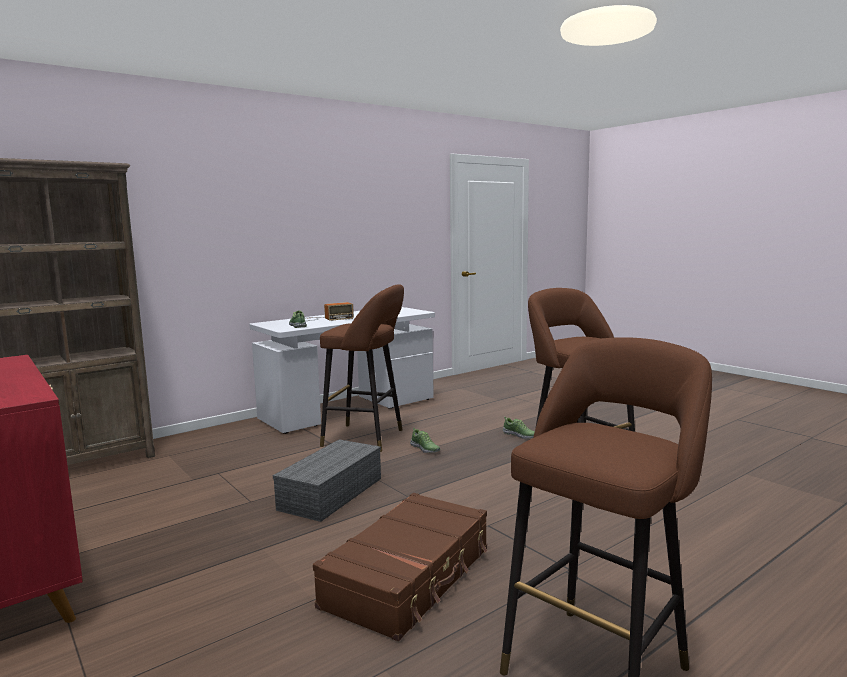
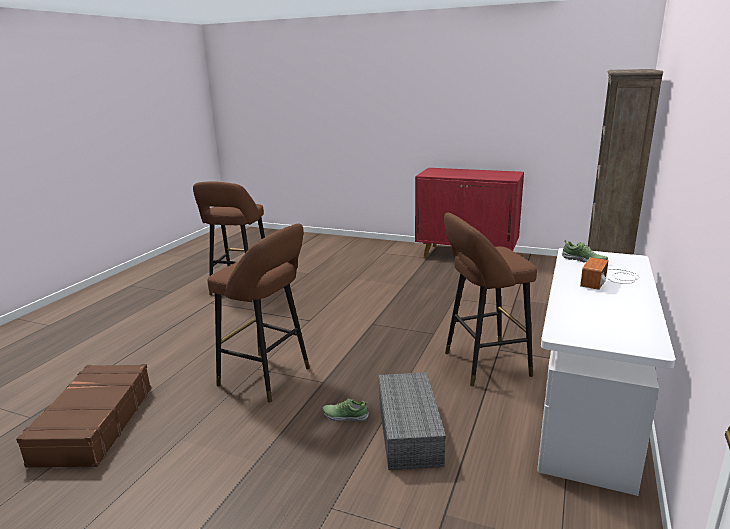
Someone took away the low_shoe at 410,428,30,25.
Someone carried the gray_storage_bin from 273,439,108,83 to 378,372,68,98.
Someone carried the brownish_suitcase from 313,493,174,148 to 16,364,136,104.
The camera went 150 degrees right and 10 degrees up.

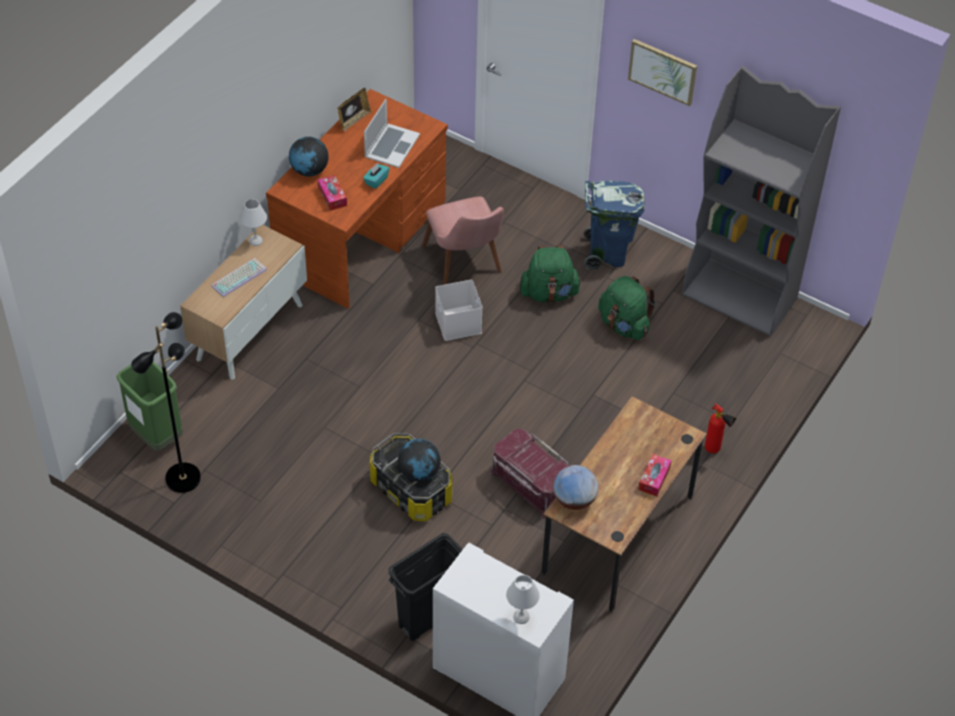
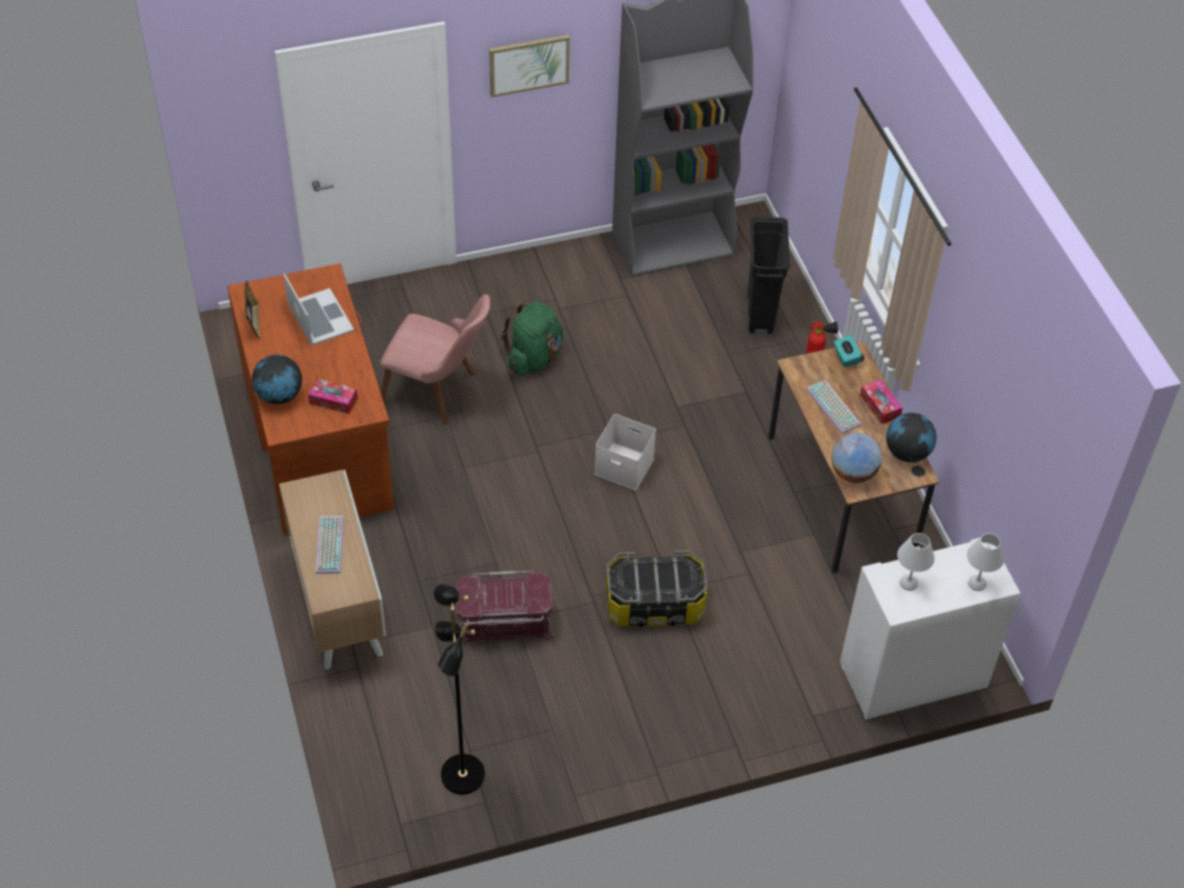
Someone took away the greenish_waste_bin at 116,362,67,89.
Someone took away the bluish_waste_bin at 584,180,61,90.
Someone took away the greenish_backpack at 598,276,58,64.
Someone put down the computer_keyboard at 806,380,55,54.
Someone carried the whitish_tabletop_lamp from 240,199,27,47 to 897,533,38,58.
Someone carried the blue-green_tissue_holder from 363,163,27,26 to 834,335,28,32.
Someone carried the blackish_waste_bin from 389,533,74,108 to 748,217,42,117.
Someone carried the world_globe from 398,439,43,43 to 886,413,51,49.
Someone carried the whitish_storage_bin from 435,280,48,61 to 594,414,62,76.
Someone carried the red_storage_bin from 489,429,80,90 to 455,571,100,75.
The camera went 50 degrees left and 0 degrees up.

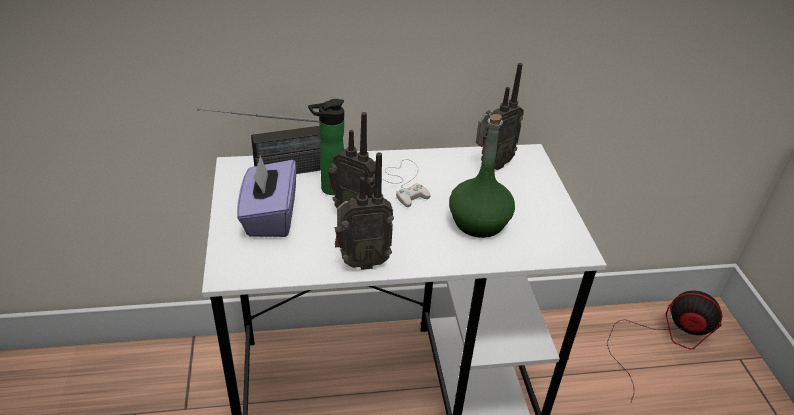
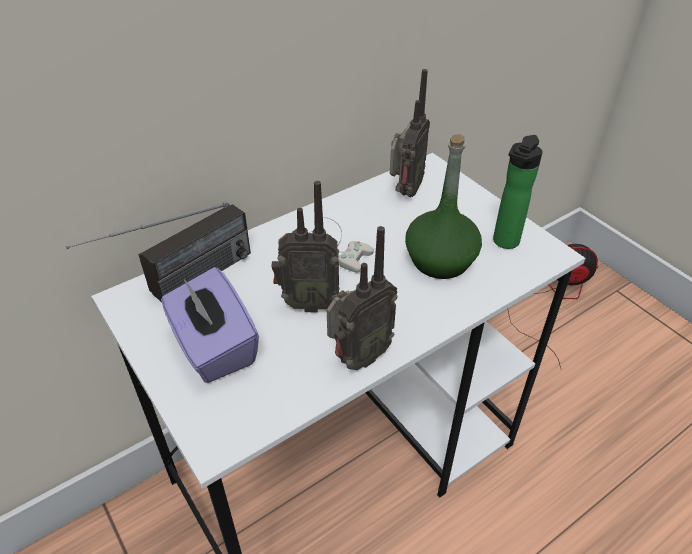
Someone carried the bottle from 308,99,36,96 to 493,135,50,114.
The camera went 25 degrees left and 5 degrees up.

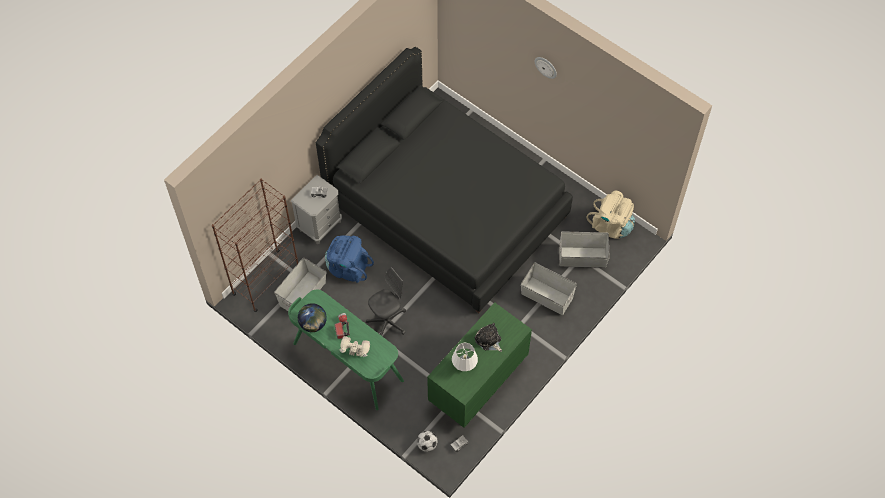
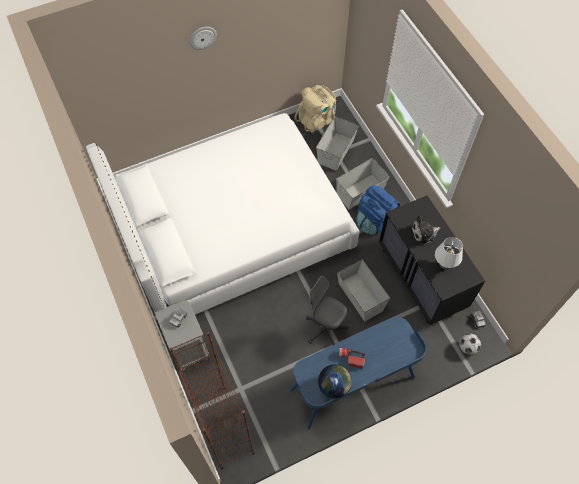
Someone took away the model_robot at 340,336,30,21.
Someone carried the gray_storage_bin from 274,258,53,53 to 337,259,53,62.
Someone carried the bluish_backpack from 325,235,49,48 to 356,186,44,48.
Someone repainted the greenish_desk at 288,290,116,120, which became the bluish_desk at 289,317,138,112.
Someone repainted the blackish_bedroom_bed at 316,47,257,266, which became the whitish_bedroom_bed at 86,113,274,202.
Someone repainted the greenish_drawer_chest at 427,302,105,126, which became the blackish_drawer_chest at 379,195,106,130.
Someone rotated the gray_office_chair at 366,267,40,70 by 45 degrees counterclockwise.
The camera went 65 degrees left and 0 degrees up.

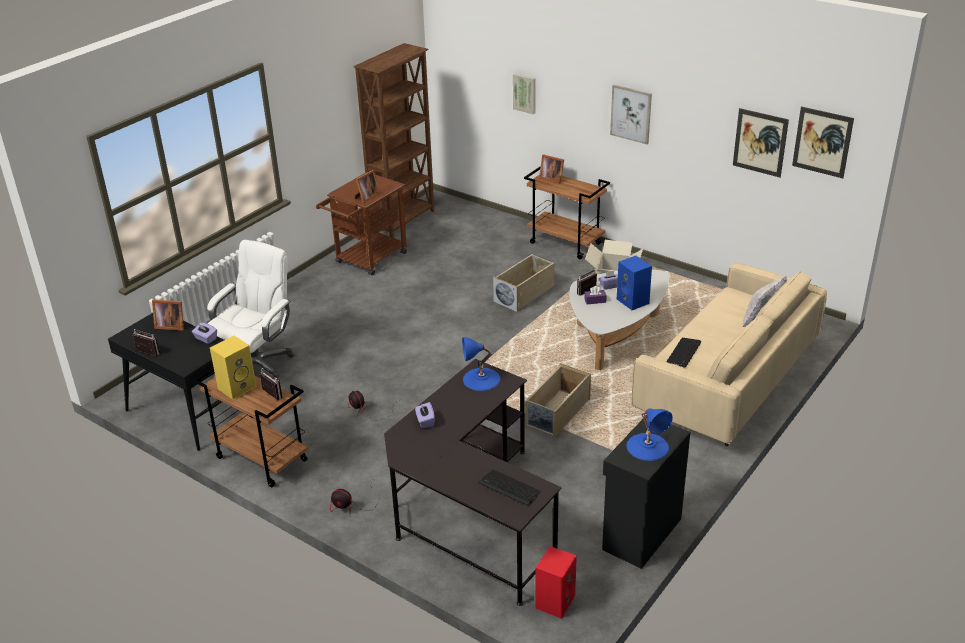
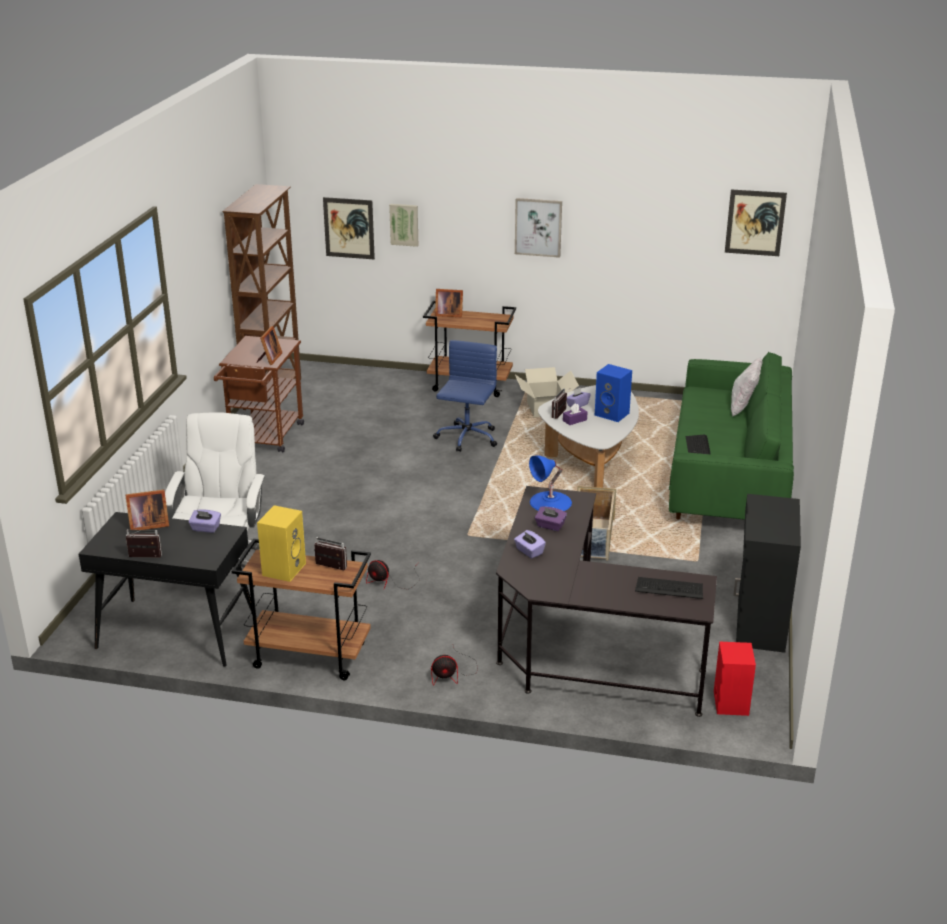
Someone took away the bluish_tabletop_lamp at 627,408,46,53.
Someone put down the purple_tissue_holder at 535,506,32,25.
Someone carried the wall_art from 733,108,56,69 to 323,197,52,62.
Someone swapped the beige_storage_bin at 493,254,61,58 for the bluish_office_chair at 433,340,64,112.
Someone repainted the beige_couch at 631,262,196,184, which became the greenish_couch at 669,352,125,168.
The camera went 25 degrees left and 5 degrees down.

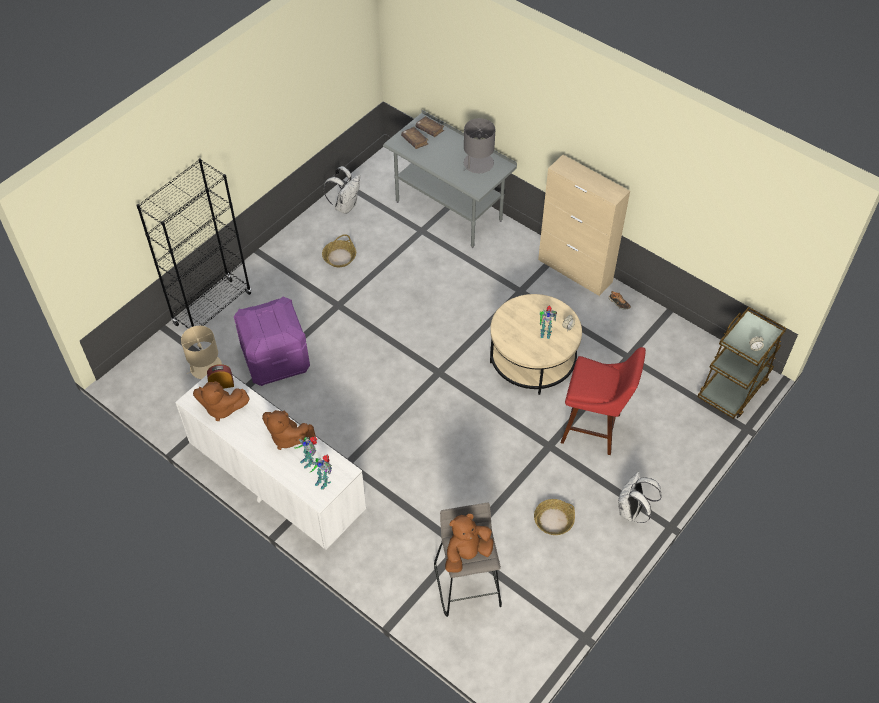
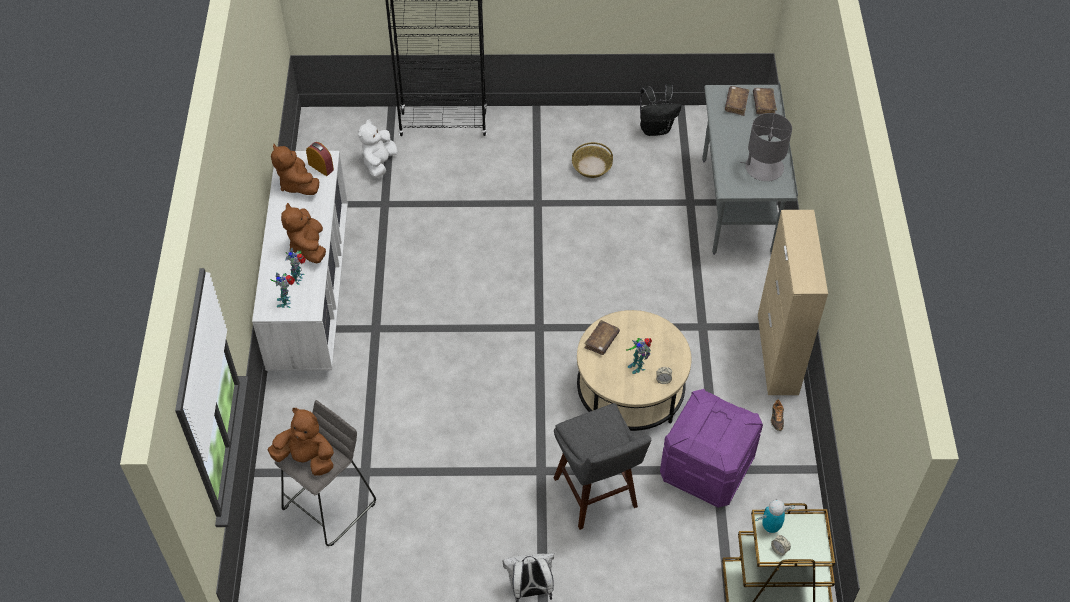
Someone took away the basket at 534,499,41,36.
Someone put down the brownish_bound_book at 584,320,36,35.
Someone put down the model_robot at 755,499,40,35.
Someone carried the purple_storage_bin from 234,297,76,89 to 660,389,103,119.
Someone swapped the beige_tabletop_lamp at 181,326,41,53 for the whitish_plush_toy at 358,119,40,59.
Someone repainted the whitish_backpack at 324,166,36,48, which became the blackish_backpack at 640,84,41,52.
Someone repainted the red_stool at 561,347,85,108, which became the gray_stool at 554,403,97,127.
The camera went 50 degrees right and 0 degrees up.

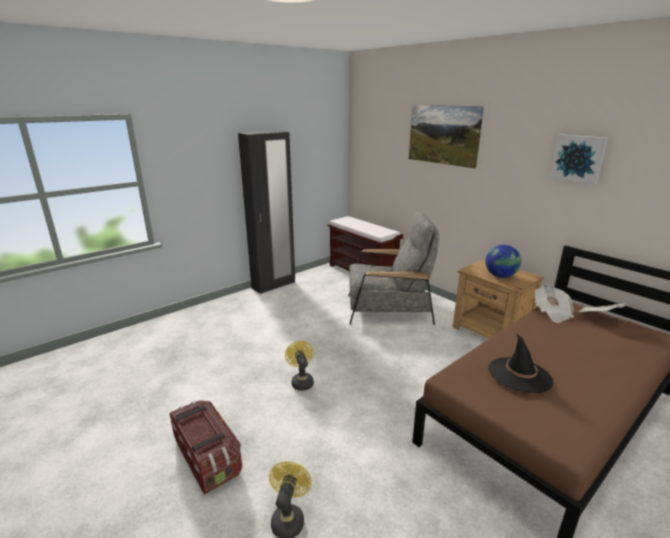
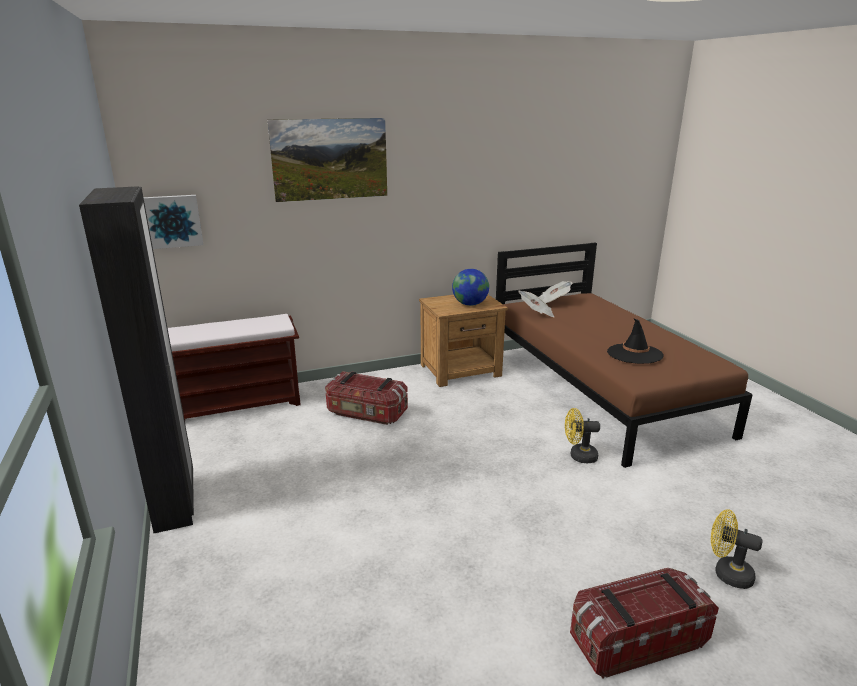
Someone carried the yellowish_fan from 285,341,29,50 to 565,408,35,55.
Someone carried the wall_art from 550,135,58,49 to 143,195,60,54.
Someone swapped the gray_lounge_chair at 348,211,91,114 for the storage_bin at 325,371,83,54.
The camera went 70 degrees left and 0 degrees up.

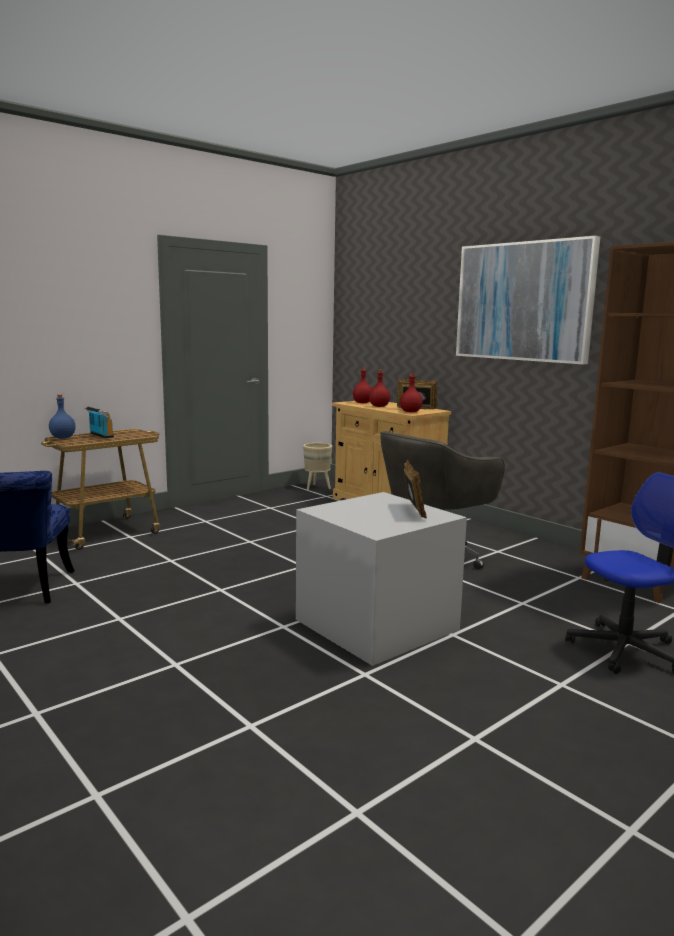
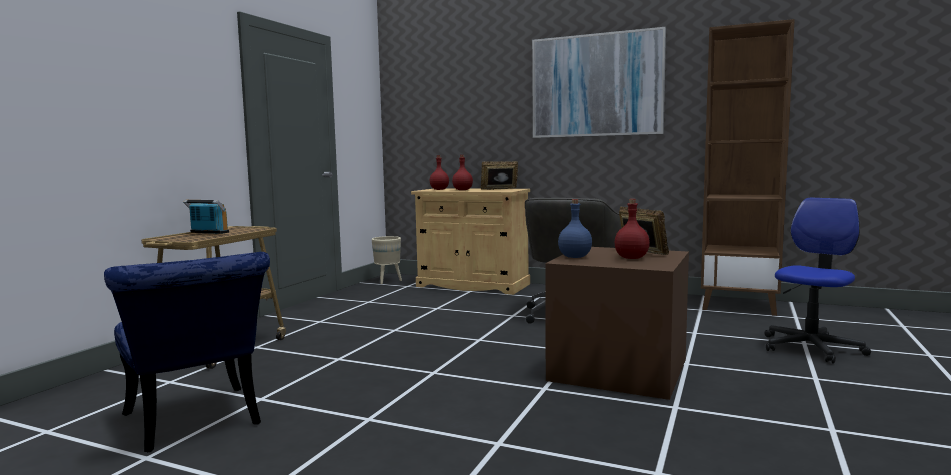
Someone carried the bluish_bottle from 49,394,27,44 to 558,199,34,59.
Someone carried the red_bottle from 400,373,23,39 to 614,199,36,60.
Someone repainted the gray_storage_bin at 296,492,171,174, which became the brownish_storage_bin at 545,247,144,153.
The camera went 25 degrees left and 5 degrees down.

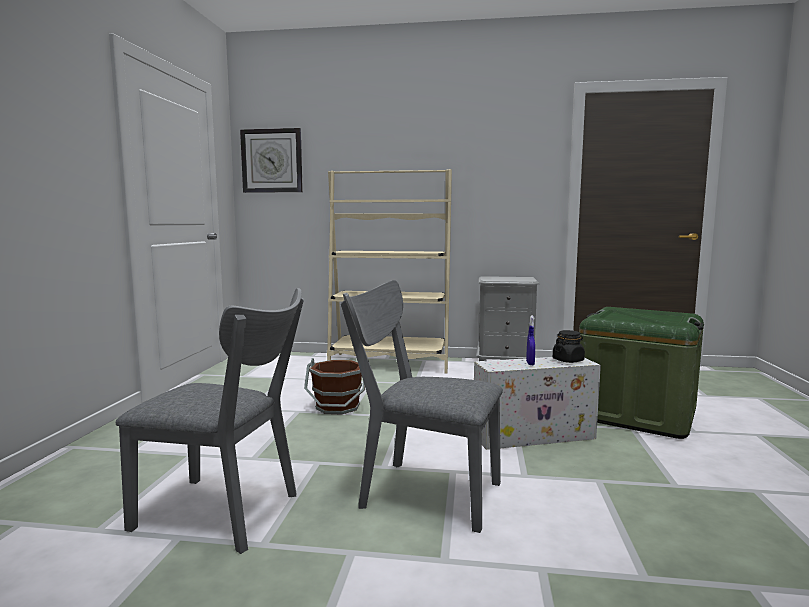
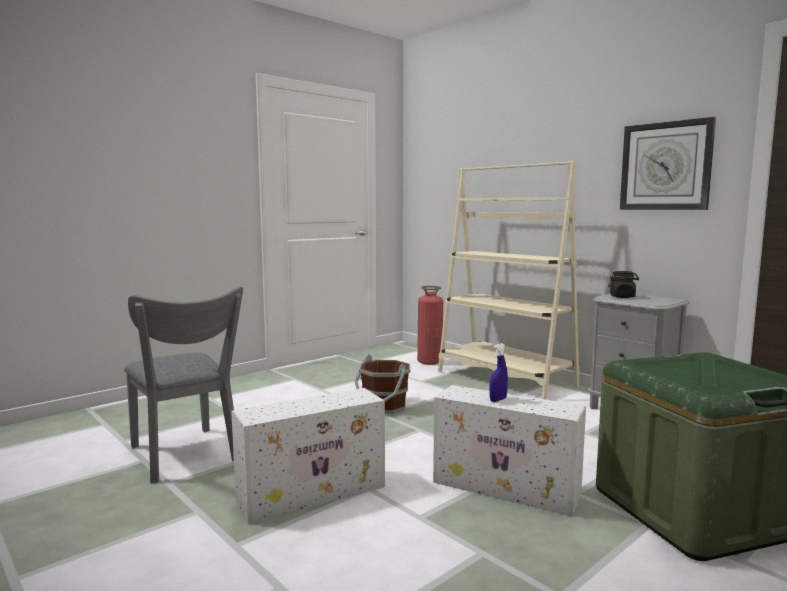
Someone put down the fire-fighting_cylinder at 417,286,26,79.
Someone carried the hanging_clock from 240,128,63,65 to 620,117,96,93.
Someone carried the blackish_preserve_jar from 553,330,32,33 to 608,271,31,27.
Someone swapped the gray_chair at 341,280,162,253 for the whitish_storage_bin at 231,388,154,136.
The camera went 40 degrees right and 0 degrees up.

